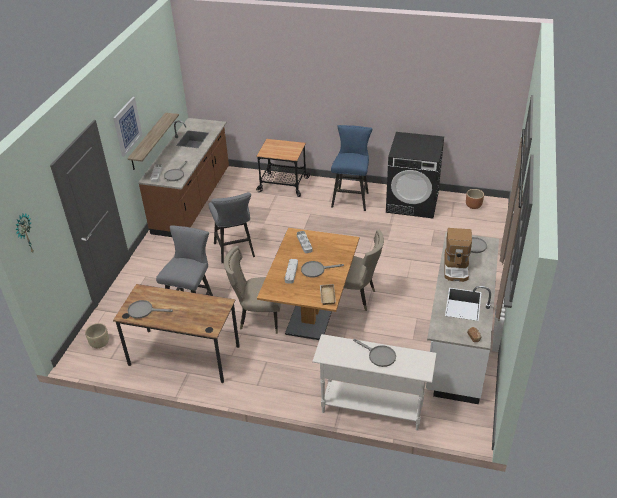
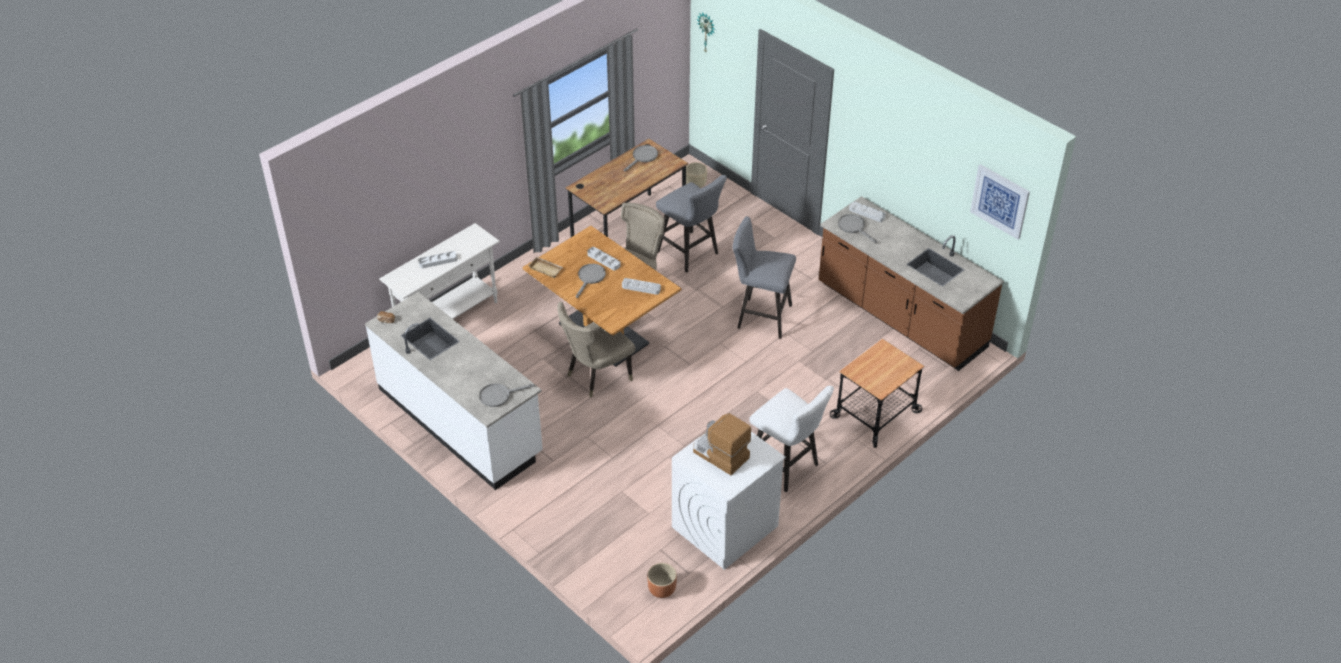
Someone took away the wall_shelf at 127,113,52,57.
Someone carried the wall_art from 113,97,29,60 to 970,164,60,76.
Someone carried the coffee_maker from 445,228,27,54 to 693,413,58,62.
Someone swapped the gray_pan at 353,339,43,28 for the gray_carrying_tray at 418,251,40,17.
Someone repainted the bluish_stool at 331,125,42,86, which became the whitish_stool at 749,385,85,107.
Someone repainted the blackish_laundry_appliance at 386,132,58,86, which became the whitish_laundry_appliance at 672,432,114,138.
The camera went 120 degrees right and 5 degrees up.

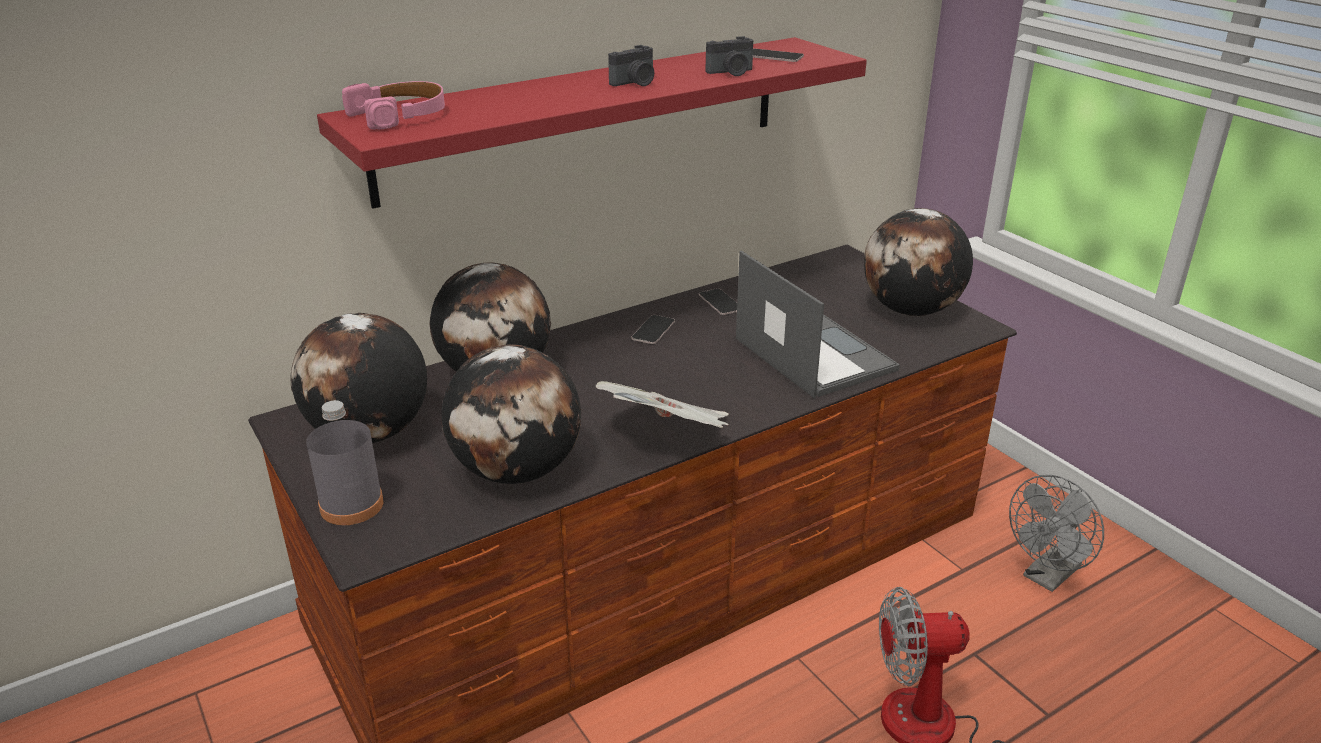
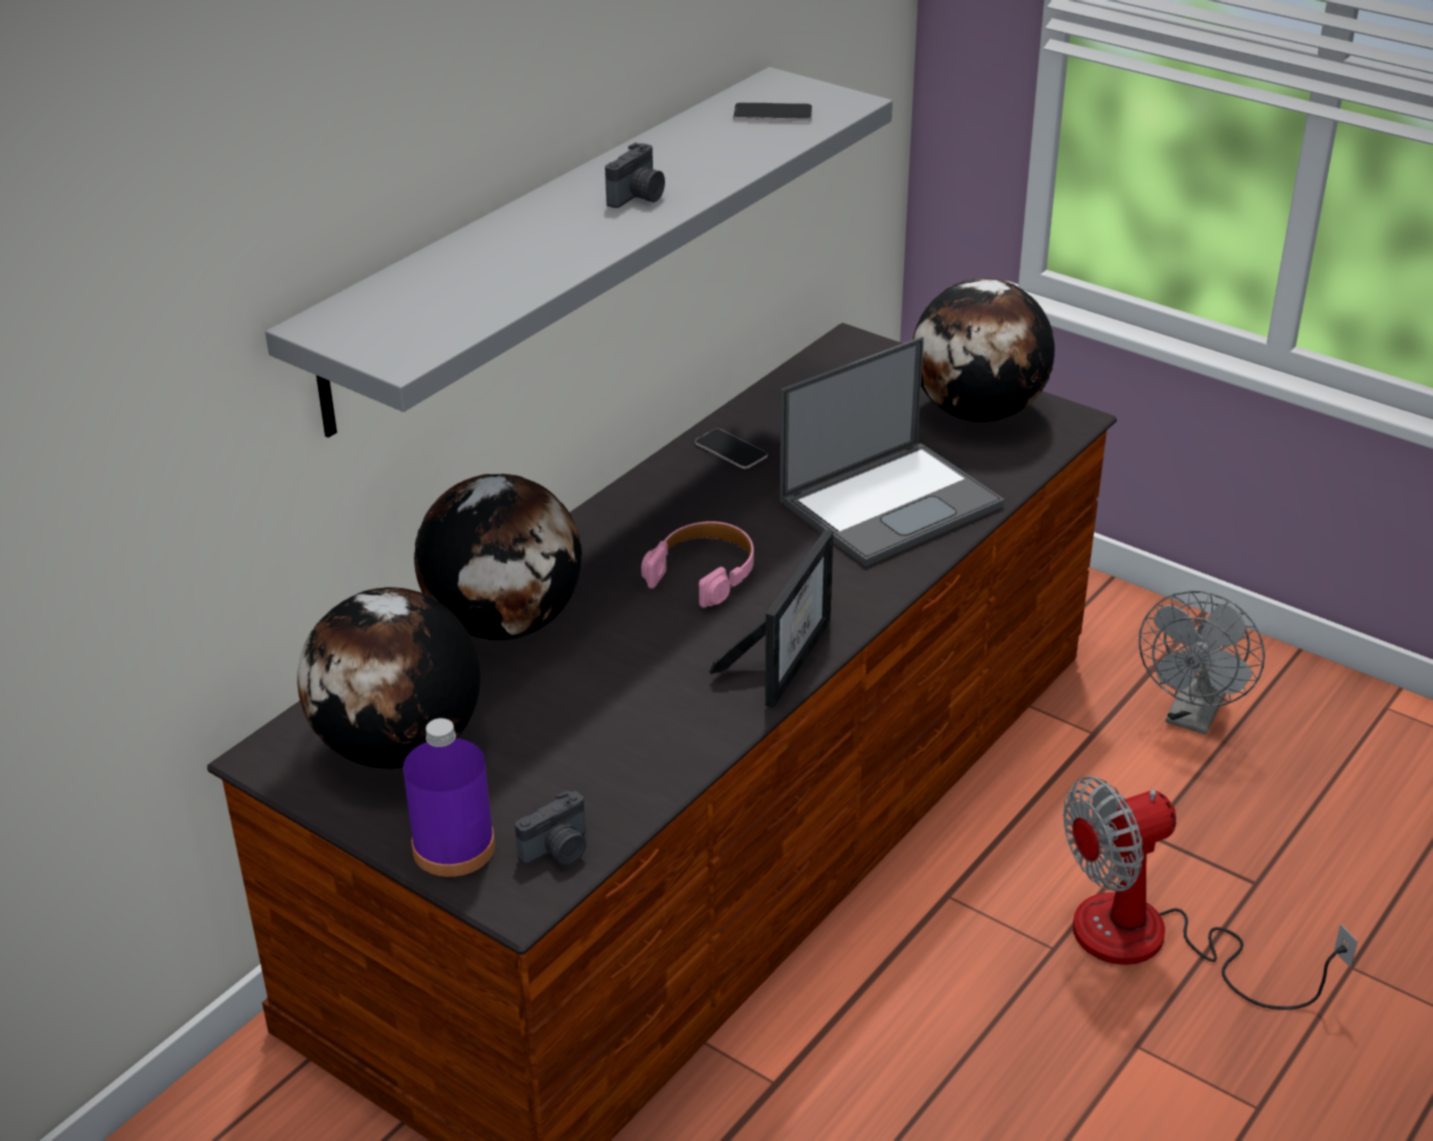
Someone took away the world_globe at 442,344,139,140.
Someone took away the phone at 631,315,44,29.
Someone carried the pinkish_headphones from 342,81,103,49 to 641,521,113,87.
Someone carried the photo_camera from 706,36,47,40 to 515,790,72,75.
Someone swapped the printed_paper at 596,381,133,47 for the picture_frame at 709,530,124,178.
Someone repainted the gray_bottle at 306,400,77,125, which became the purple_bottle at 403,718,92,159.
Someone repainted the red_wall_shelf at 317,37,550,172, which became the gray_wall_shelf at 265,67,628,371.
Someone rotated the notebook_computer at 736,250,164,148 by 105 degrees clockwise.
The camera went 20 degrees left and 5 degrees up.

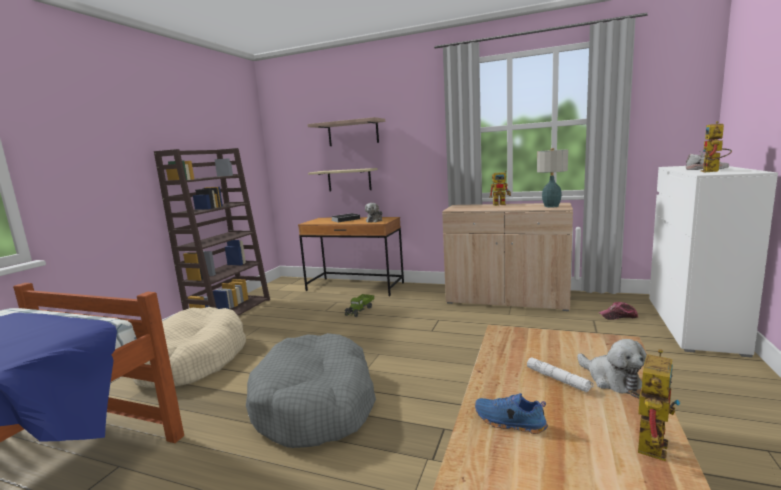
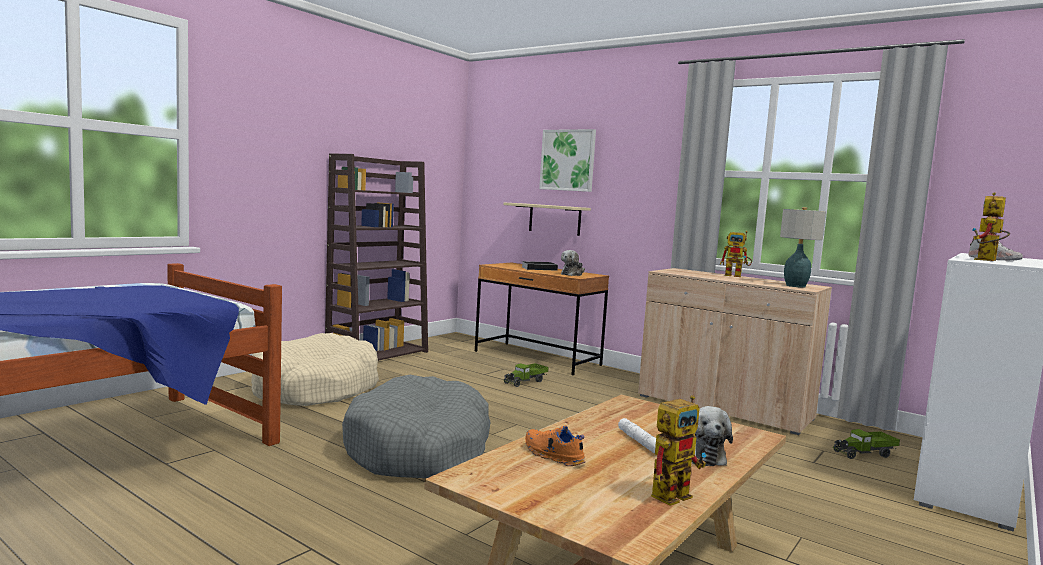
Someone swapped the wall_shelf at 308,117,77,29 for the wall_art at 539,129,57,63.
Someone swapped the peaked_cap at 598,302,40,18 for the toy_lorry at 834,429,66,30.
Someone repainted the bluish_low_shoe at 475,393,73,41, which became the orange_low_shoe at 525,425,61,41.
The camera went 15 degrees right and 5 degrees down.

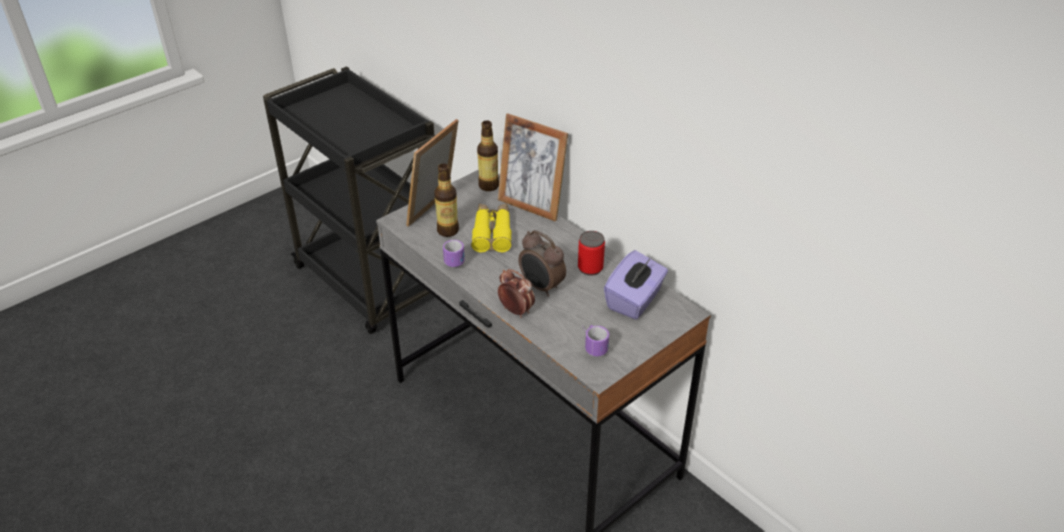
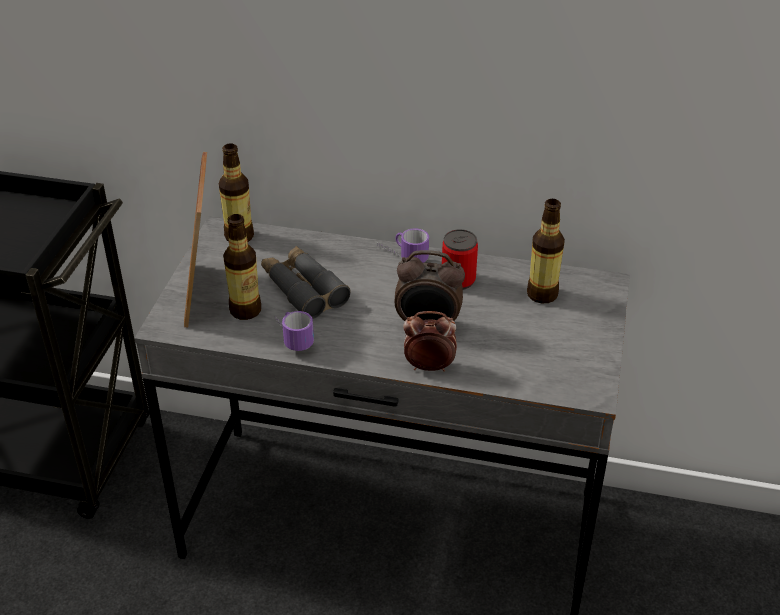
Someone took away the picture_frame at 498,113,70,109.
Someone carried the coffee_mug from 582,325,27,31 to 377,228,52,35.
Someone swapped the purple_tissue_holder at 604,250,64,70 for the bottle at 527,199,38,104.
Someone repainted the yellowish_binoculars at 471,204,41,48, which became the gray_binoculars at 261,246,90,73.
The camera went 35 degrees left and 0 degrees up.

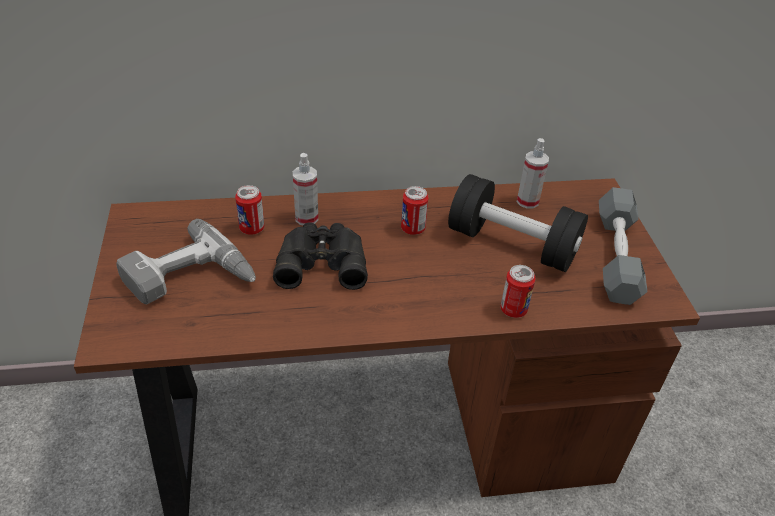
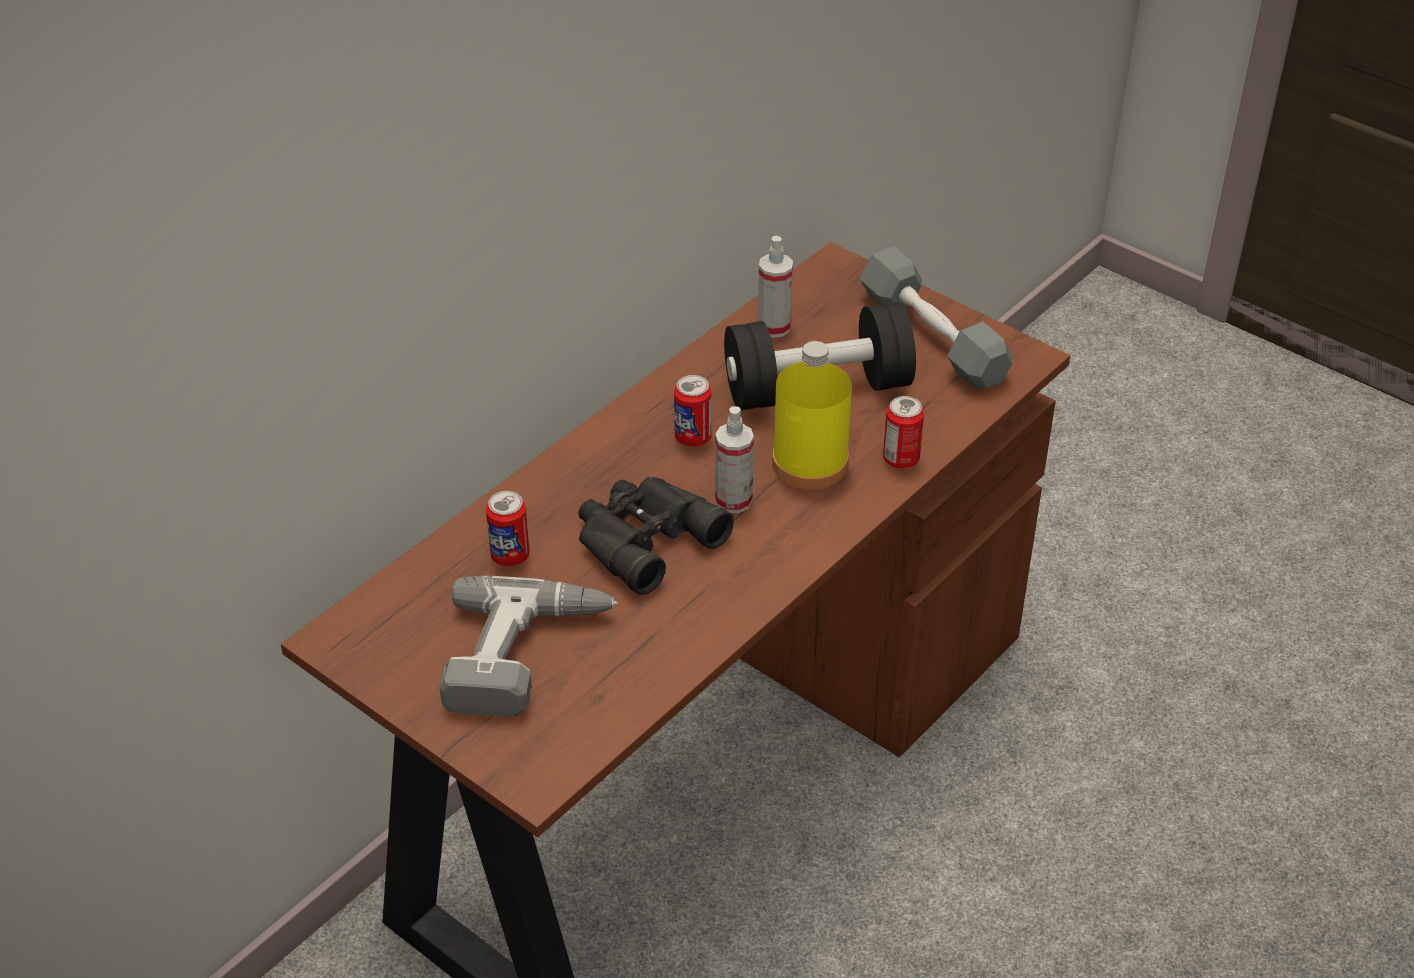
Someone put down the yellowish_bottle at 772,341,80,149.
Someone carried the sprayer from 293,153,25,72 to 715,406,39,107.
The camera went 40 degrees left and 0 degrees up.

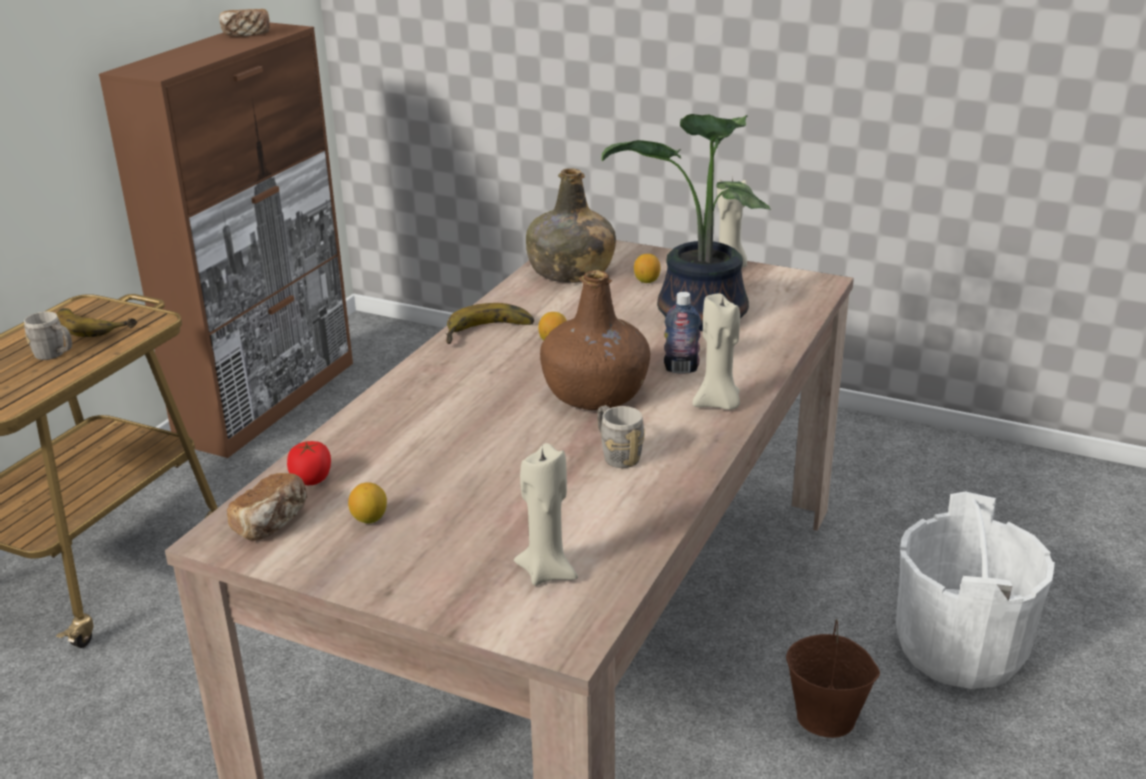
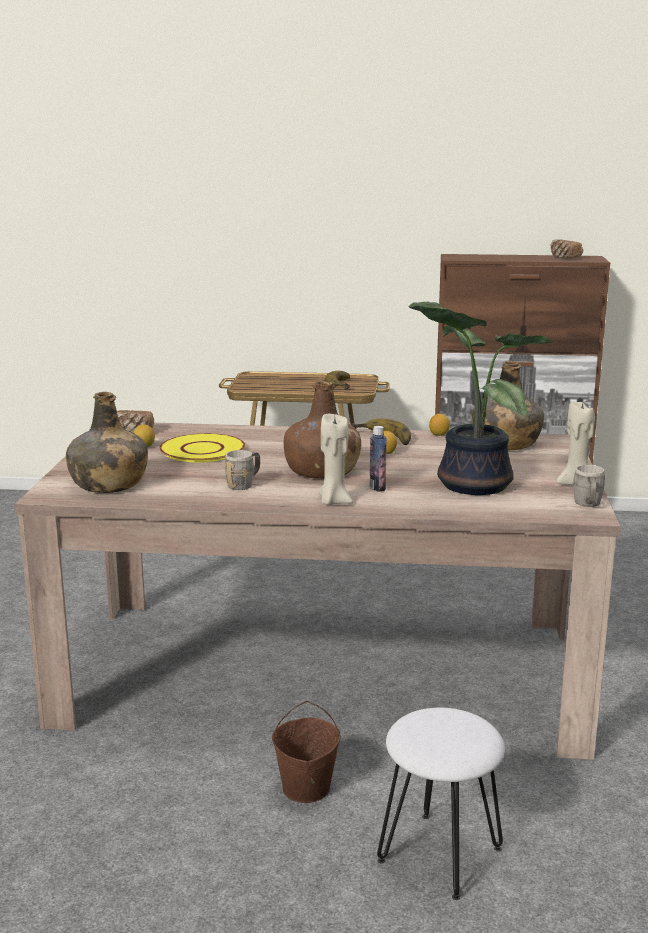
Someone took away the tomato at 287,441,44,44.
Someone put down the yellowish_plate at 159,433,86,29.
Someone carried the gray_coffee_mug from 24,312,48,48 to 573,465,32,42.
Someone carried the citrus_fruit from 634,254,26,29 to 429,414,21,22.
Someone swapped the beige_wax_light at 514,443,64,143 for the greenish_bottle at 66,392,82,101.
Someone swapped the whitish_water_bucket at 896,491,159,198 for the whitish_stool at 377,708,128,192.
The camera went 70 degrees right and 10 degrees down.

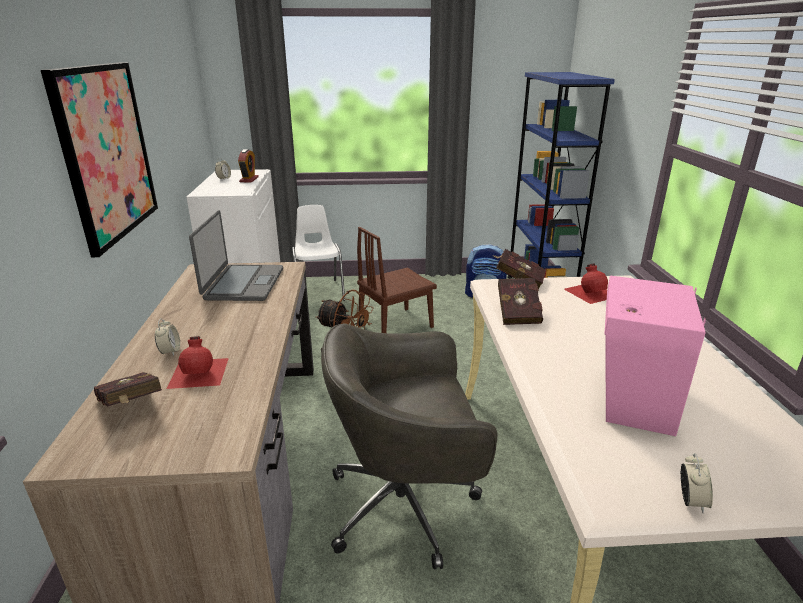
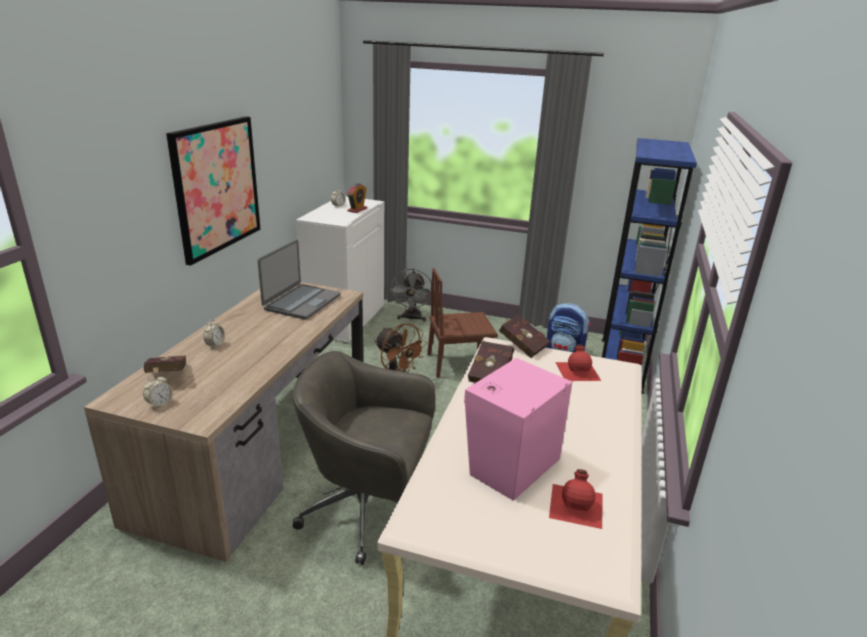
Someone carried the red_bottle from 167,336,62,53 to 549,469,53,60.
Someone carried the bedside_clock from 680,453,33,60 to 143,374,30,34.
Someone swapped the whitish_chair at 292,205,53,96 for the gray_fan at 390,269,41,52.
The camera went 20 degrees right and 0 degrees up.

